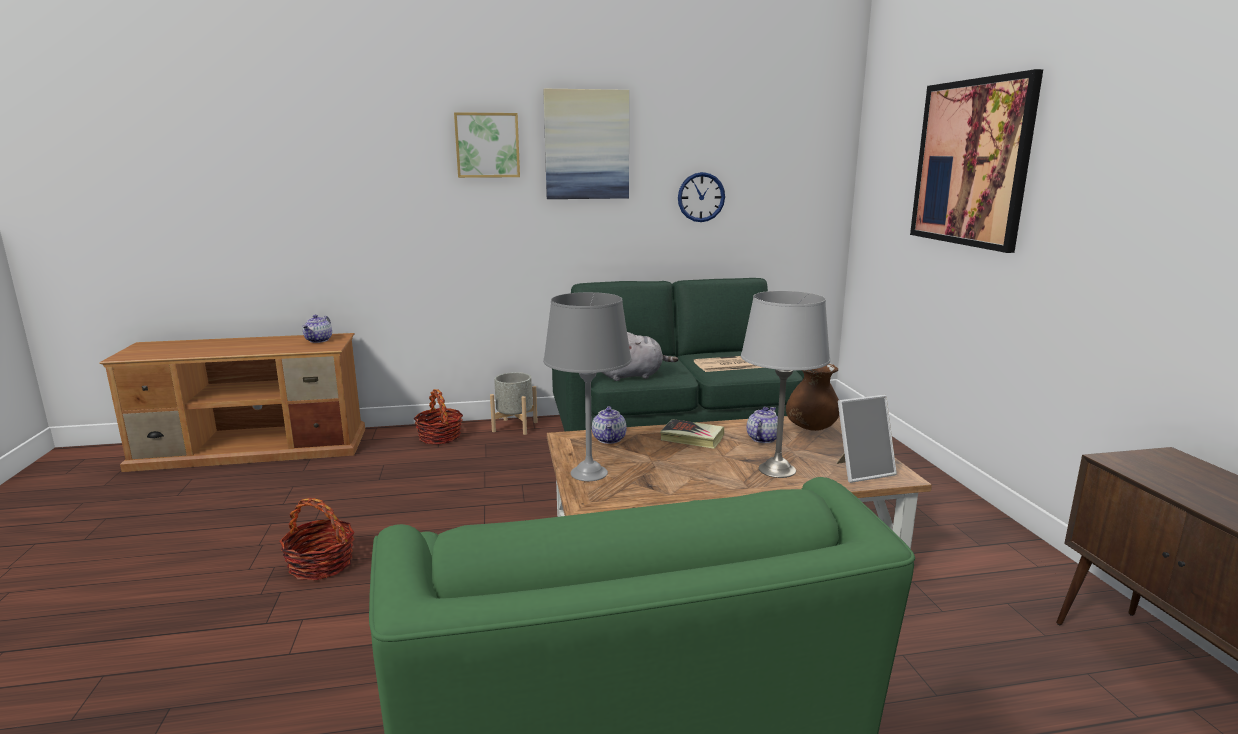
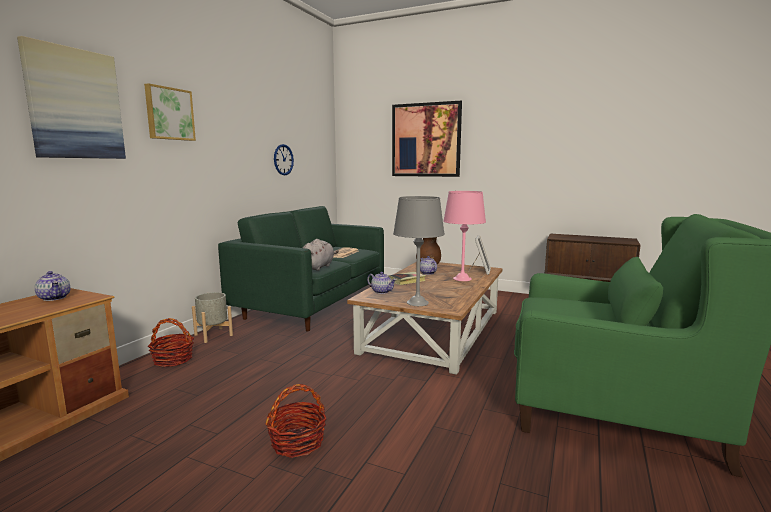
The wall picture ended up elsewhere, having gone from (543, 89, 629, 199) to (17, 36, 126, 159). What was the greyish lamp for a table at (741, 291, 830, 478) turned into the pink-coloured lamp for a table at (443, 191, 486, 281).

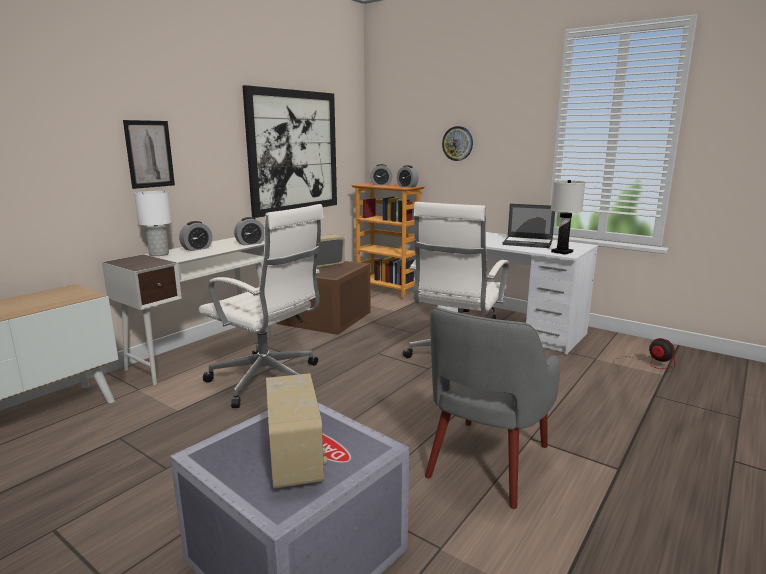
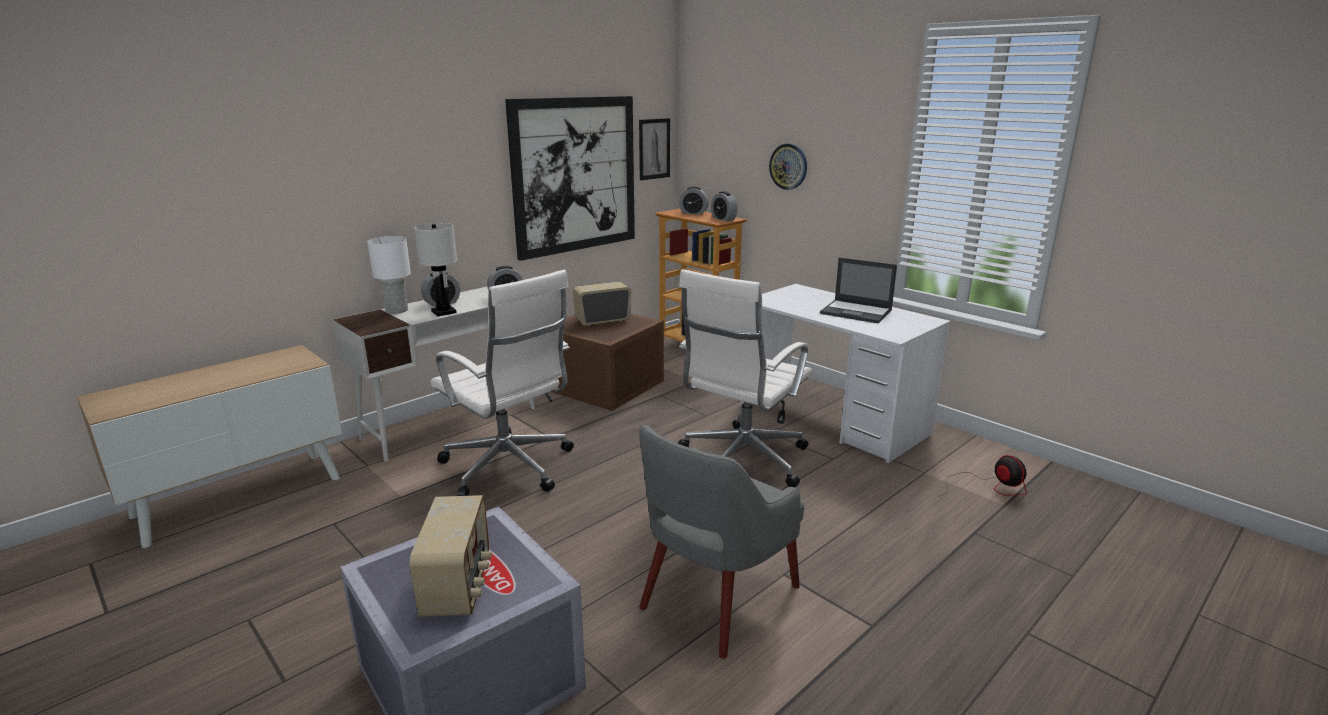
The wall picture ended up elsewhere, having gone from (123, 120, 175, 189) to (639, 118, 670, 180). The white-coloured lamp for a table ended up elsewhere, having gone from (551, 180, 585, 255) to (414, 223, 457, 316).

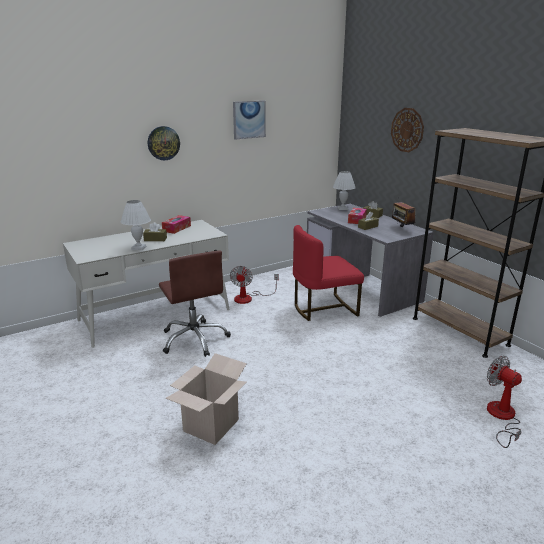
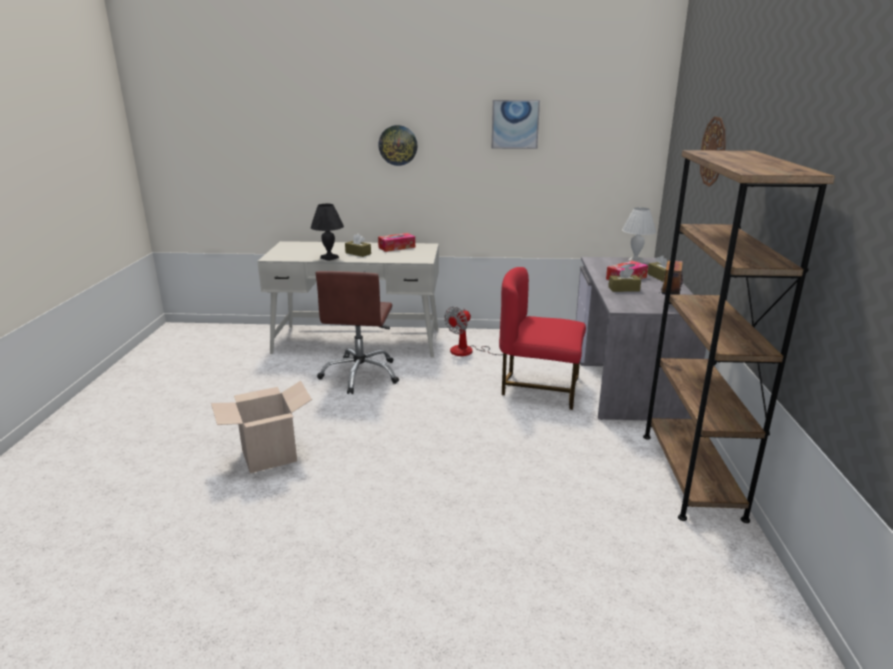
What was the white-coloured lamp for a table at (121, 200, 151, 250) turned into the black-coloured lamp for a table at (311, 204, 344, 261). The second view lost the electric fan at (487, 356, 522, 448).

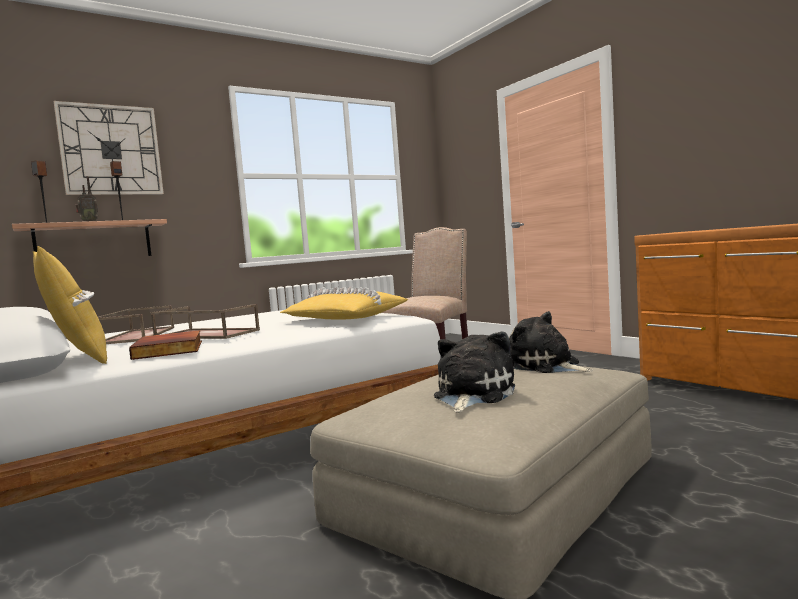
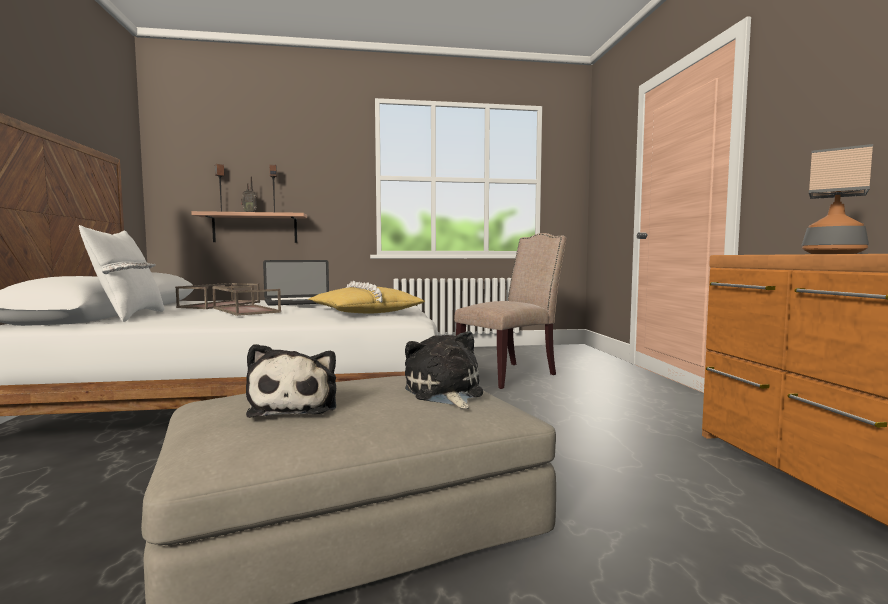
What was the yellowish throw pillow at (33, 246, 107, 364) turned into the white-coloured throw pillow at (79, 225, 164, 322). The second view lost the wall clock at (54, 101, 164, 195). The second view lost the bound book at (129, 330, 202, 360). The plush toy at (434, 332, 515, 412) ended up facing another way, 120 degrees clockwise from before. The second view gained the notebook computer at (263, 260, 329, 306). The second view gained the lamp for a table at (801, 144, 873, 254).

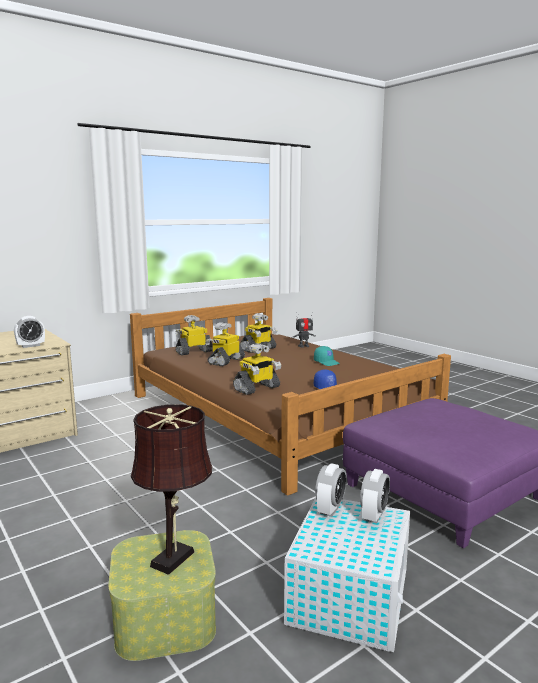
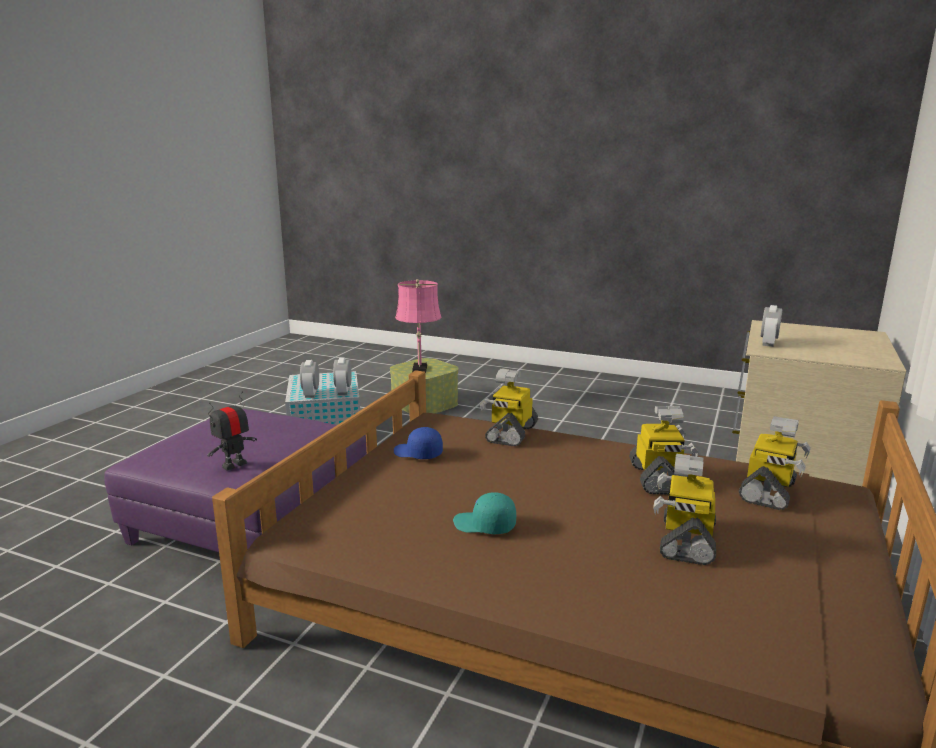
What was the brown lamp for a table at (131, 404, 212, 575) turned into the pink-coloured lamp for a table at (395, 279, 442, 373). The toy robot ended up elsewhere, having gone from (292, 312, 316, 348) to (208, 392, 257, 471).

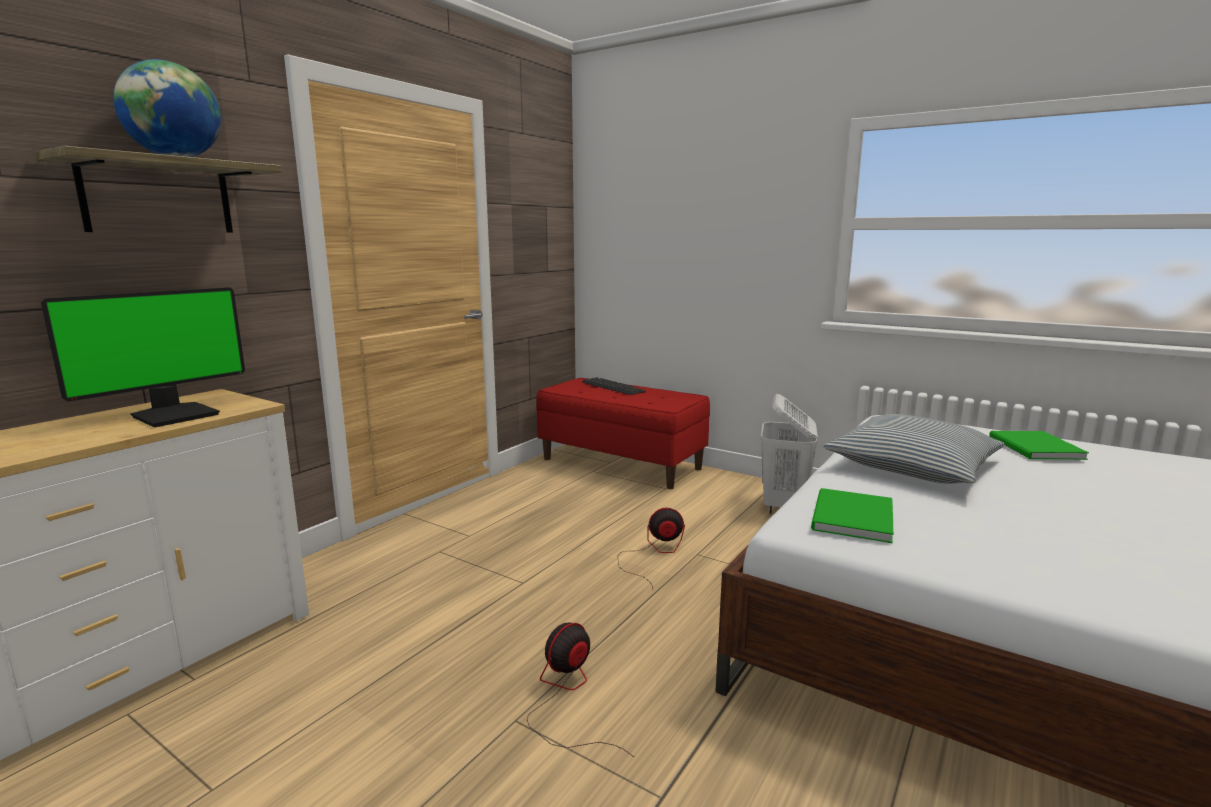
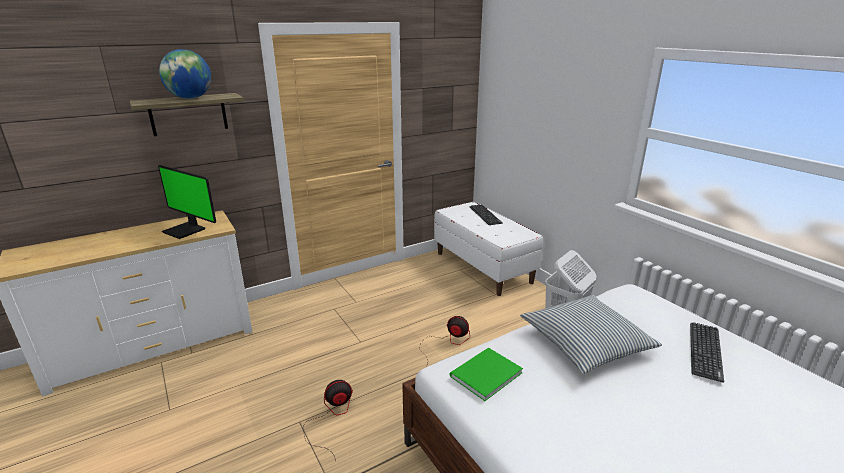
The computer display at (41, 287, 245, 428) ended up facing another way, 60 degrees clockwise from before. What was the red bench at (536, 378, 710, 489) turned into the white-coloured bench at (434, 202, 543, 296). Where the green-coloured bound book stood at (989, 431, 1089, 460), the PC keyboard came to stand at (690, 322, 724, 383).

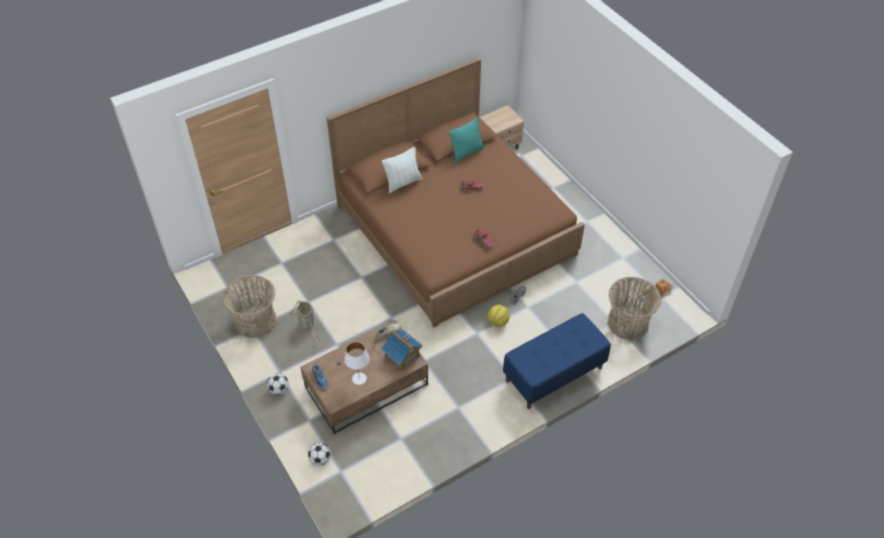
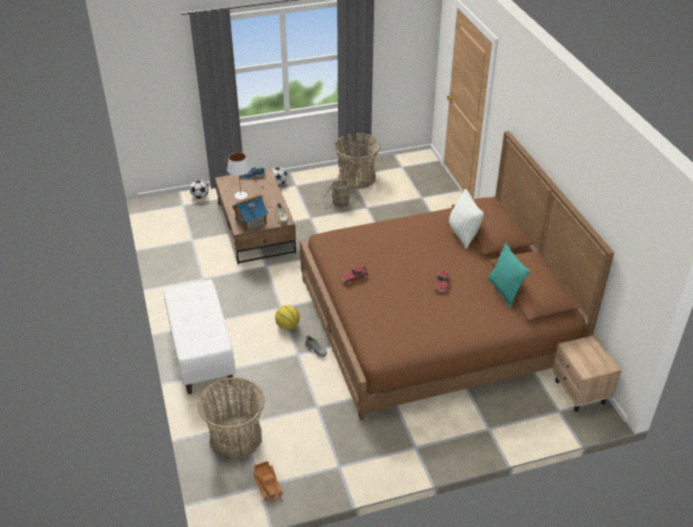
What was the blue bench at (503, 313, 611, 409) turned into the white-coloured bench at (164, 279, 236, 394).

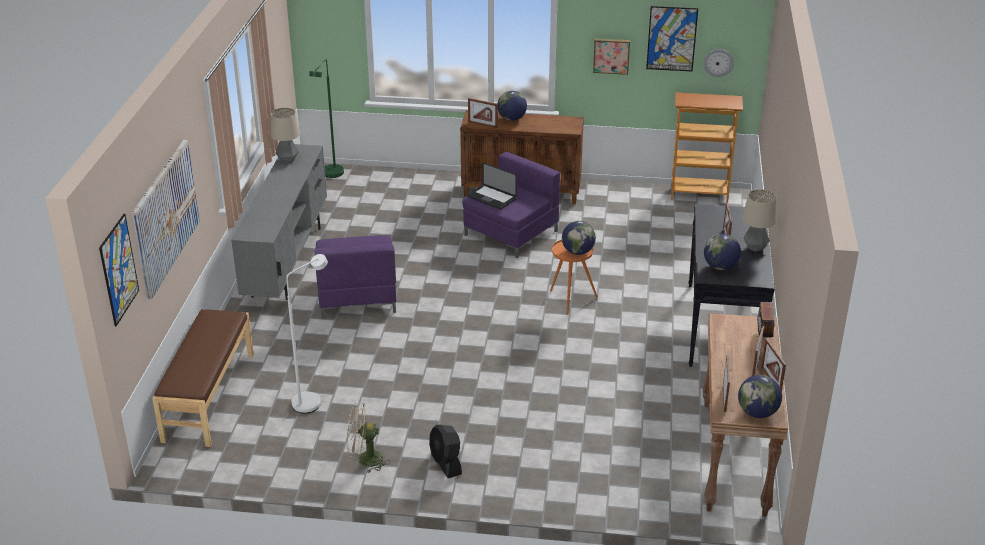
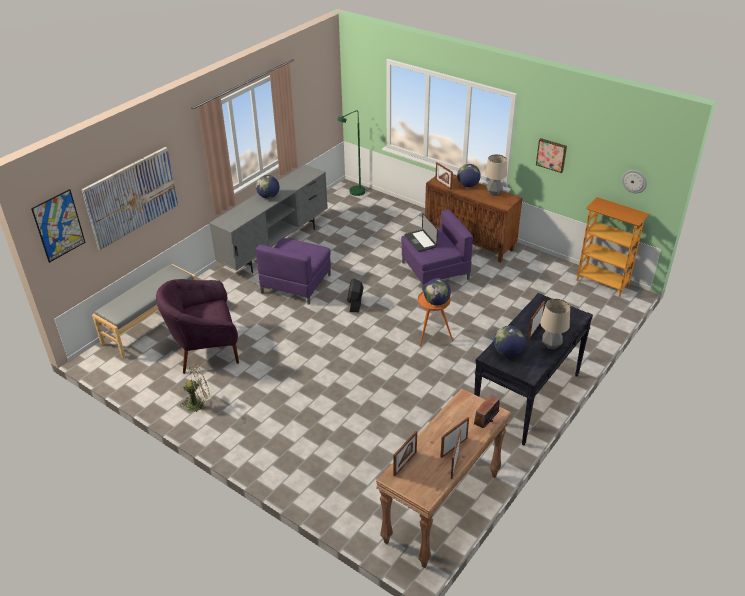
What was the brown bench at (152, 309, 254, 447) turned into the greyish bench at (92, 264, 196, 358). The lamp for a table ended up elsewhere, having gone from (270, 108, 300, 163) to (485, 154, 507, 196). Where the white-coloured floor lamp stood at (286, 254, 328, 413), the purplish easy chair came to stand at (156, 279, 239, 374). The beige electric fan at (347, 403, 390, 473) ended up facing another way, 135 degrees clockwise from before. The black-coloured electric fan ended up elsewhere, having gone from (429, 425, 462, 478) to (347, 279, 364, 312). The second view lost the wall picture at (646, 6, 698, 72). The desk globe ended up elsewhere, having gone from (738, 375, 782, 418) to (256, 175, 280, 199).

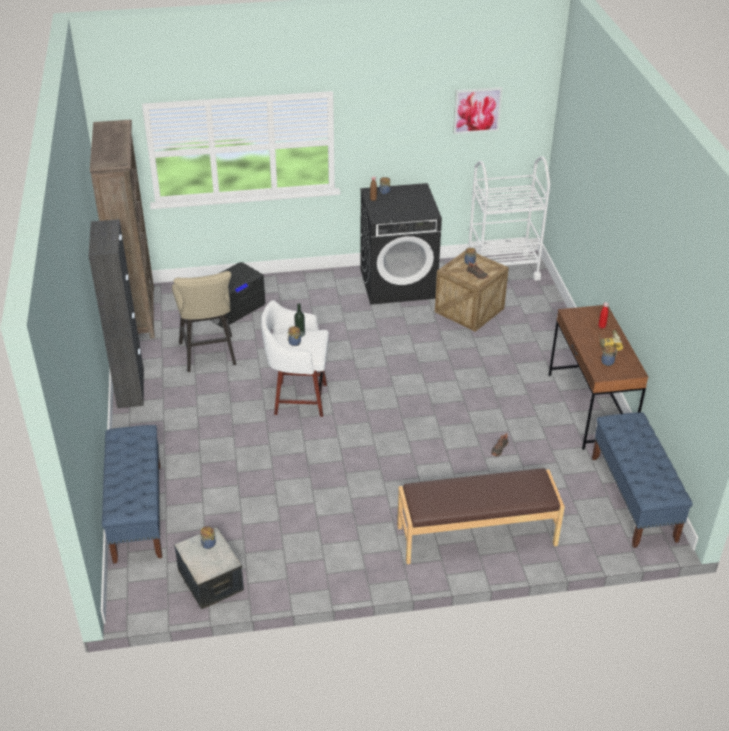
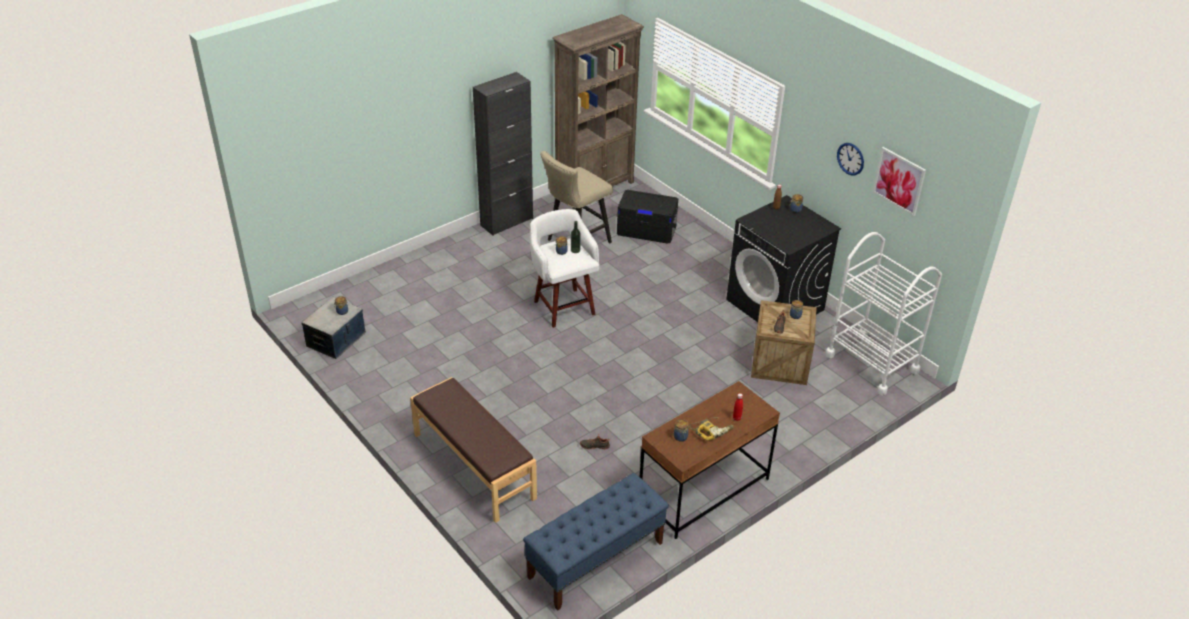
The second view lost the blue bench at (102, 425, 162, 564). The second view gained the wall clock at (837, 143, 864, 175).

